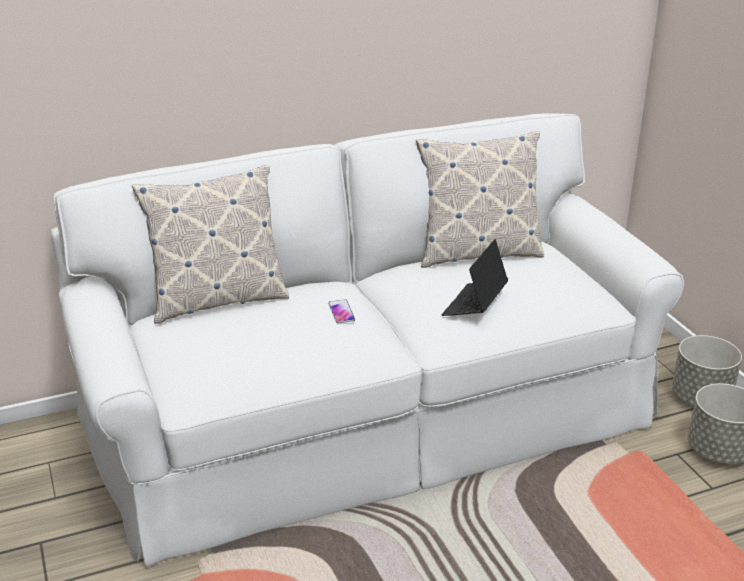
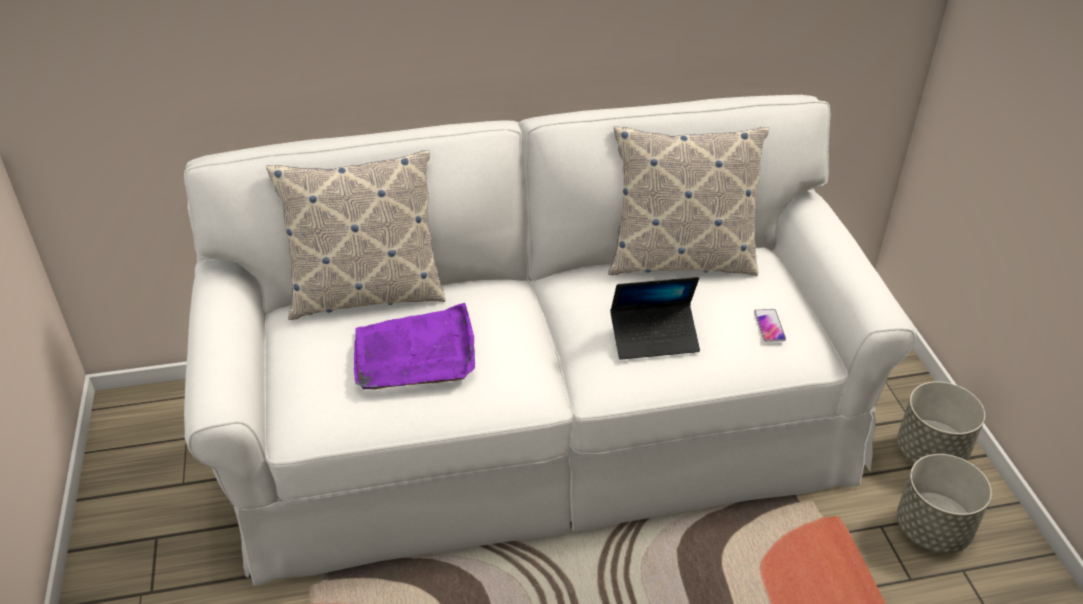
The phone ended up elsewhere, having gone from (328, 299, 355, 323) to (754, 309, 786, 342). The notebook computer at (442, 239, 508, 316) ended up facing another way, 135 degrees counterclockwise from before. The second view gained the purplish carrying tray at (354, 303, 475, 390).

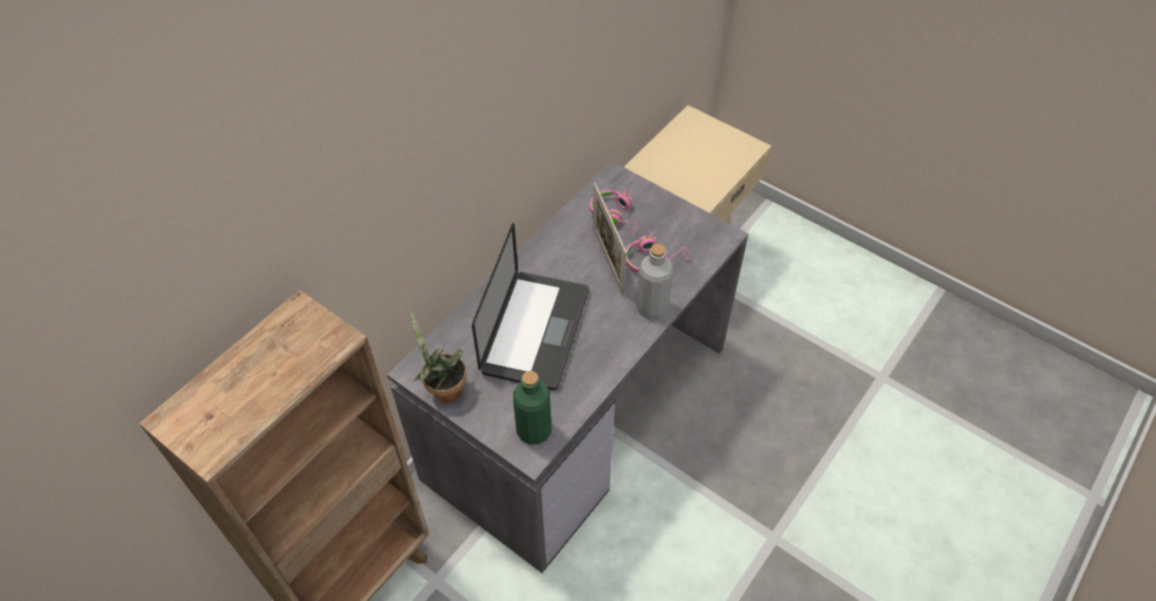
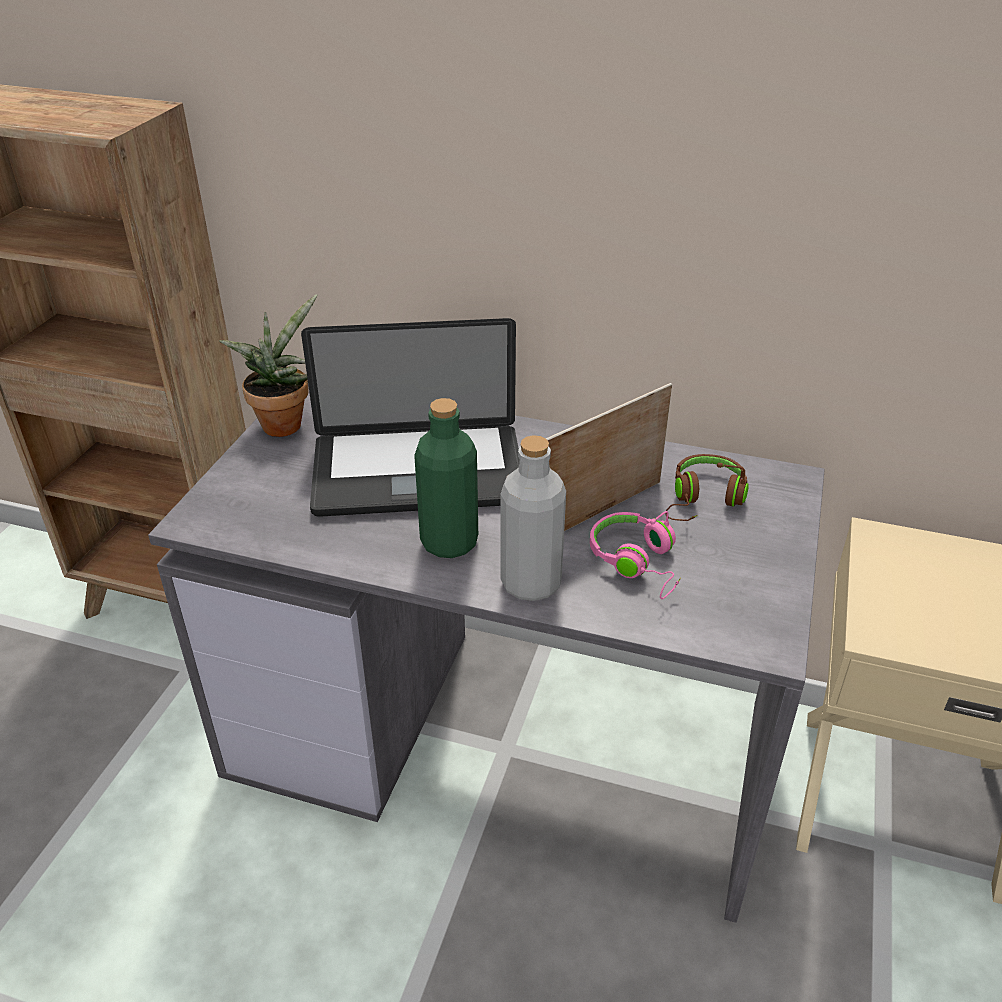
The green-coloured drink bottle ended up elsewhere, having gone from (513, 371, 552, 445) to (414, 398, 478, 558). What was the pink-coloured headset at (590, 189, 639, 235) turned into the brown headset at (665, 454, 749, 521).

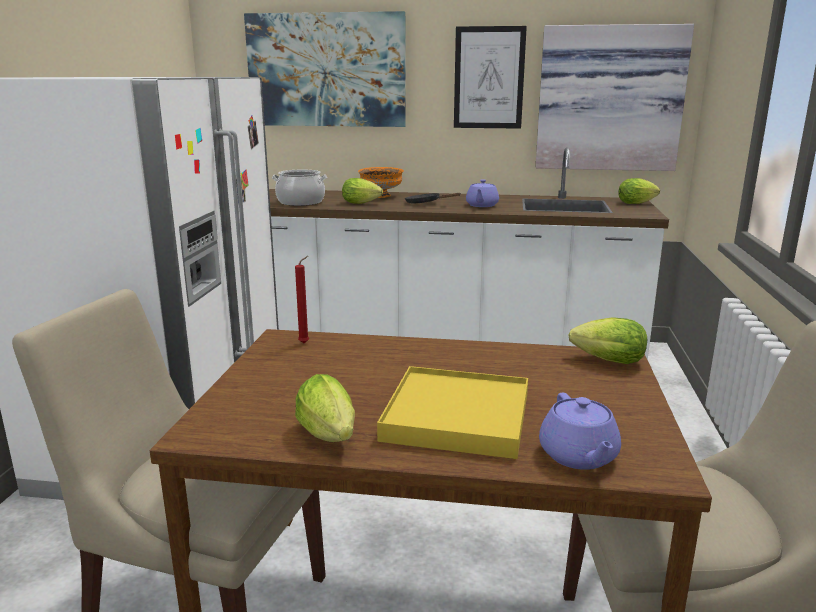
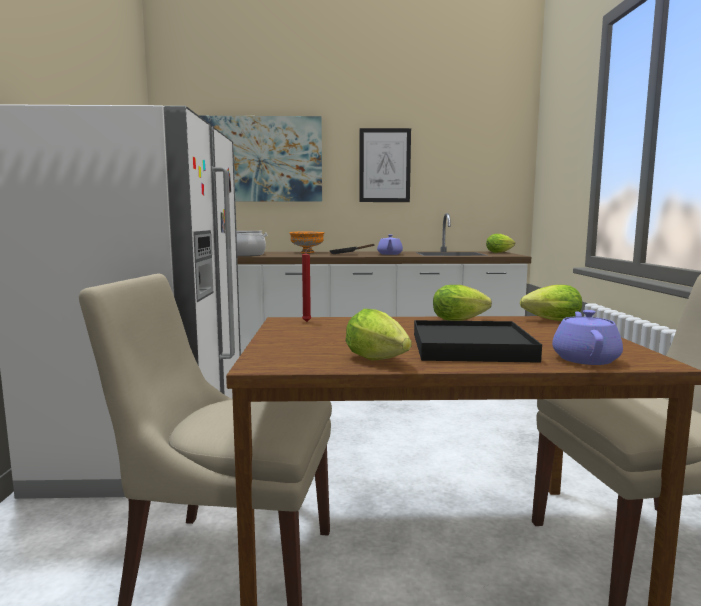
The lettuce ended up elsewhere, having gone from (342, 178, 383, 204) to (433, 285, 492, 321). What was the yellowish carrying tray at (377, 366, 528, 459) turned into the black-coloured carrying tray at (414, 320, 542, 363). The second view lost the wall picture at (536, 24, 694, 171). The purplish teapot at (539, 393, 621, 470) ended up facing another way, 150 degrees counterclockwise from before.

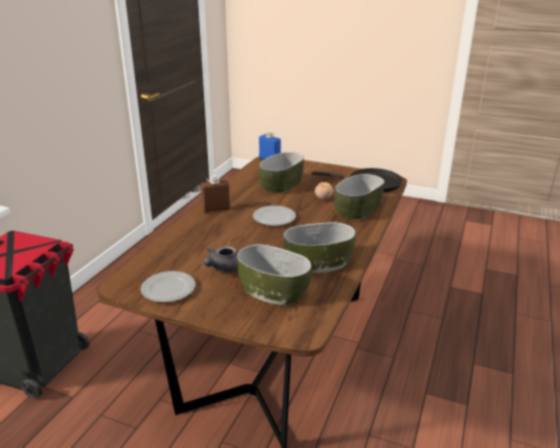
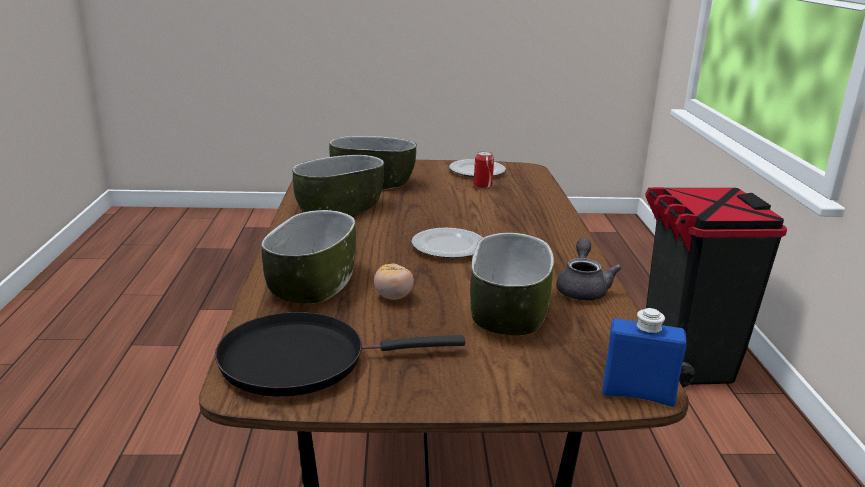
The second view lost the brown drink bottle at (201, 175, 230, 213). The greyish teapot ended up elsewhere, having gone from (203, 246, 237, 273) to (556, 238, 622, 301). The second view gained the sealed can at (474, 151, 494, 189).

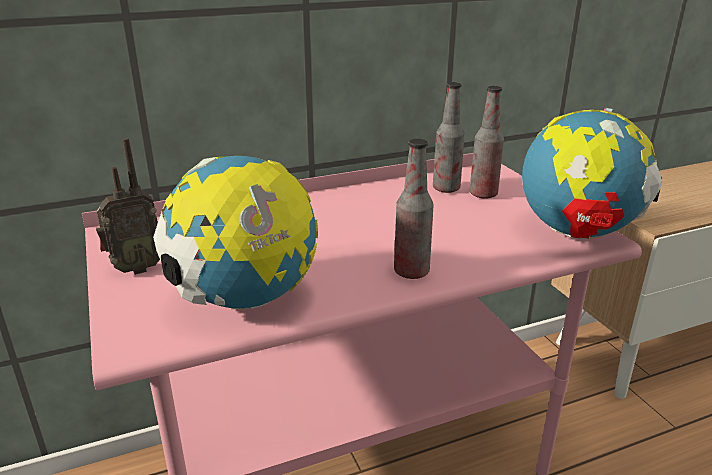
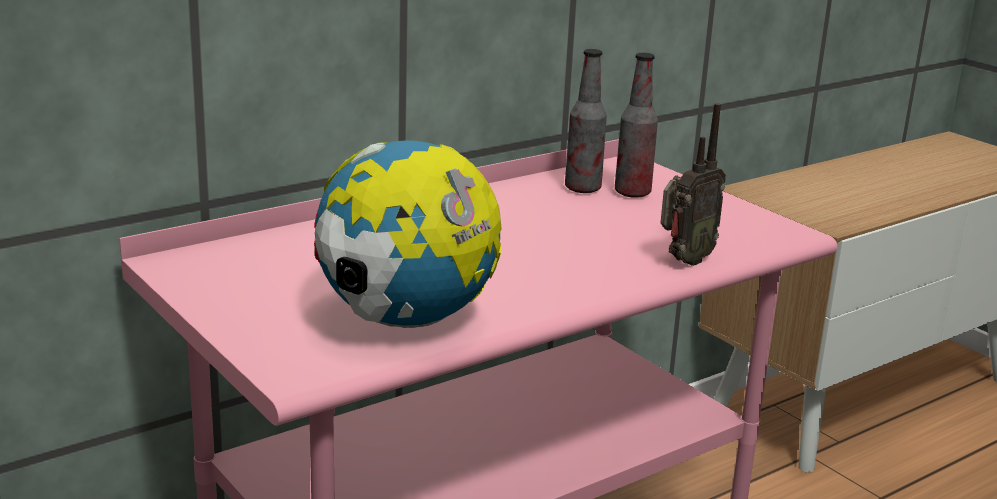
The radio set ended up elsewhere, having gone from (96, 138, 160, 275) to (660, 103, 726, 266). The second view lost the drink bottle at (394, 139, 434, 279). The second view lost the desk globe at (522, 108, 662, 239).

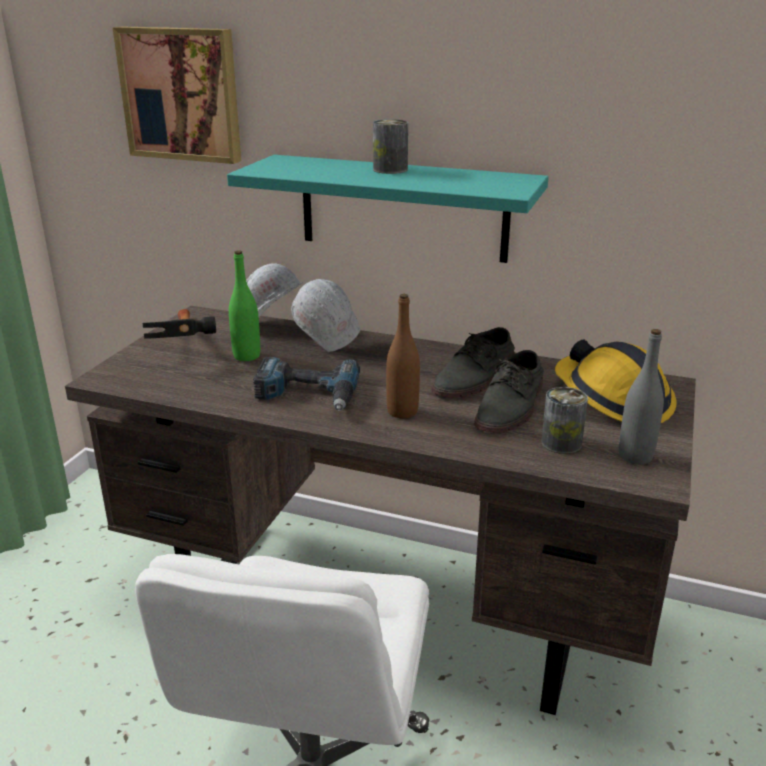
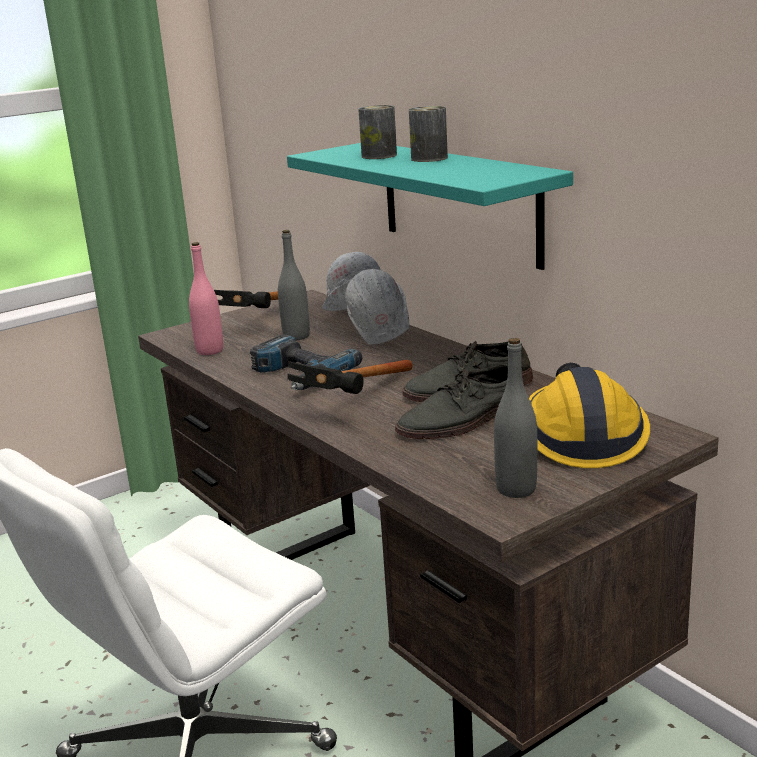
The second view lost the wall picture at (112, 26, 241, 164). What was the green-coloured drink bottle at (229, 250, 260, 361) turned into the greyish drink bottle at (278, 230, 310, 340). Where the brown drink bottle stood at (386, 294, 420, 418), the hammer came to stand at (288, 360, 413, 394). The sealed can ended up elsewhere, having gone from (541, 387, 588, 454) to (358, 105, 397, 159). The second view gained the pink-coloured drink bottle at (189, 242, 223, 355).

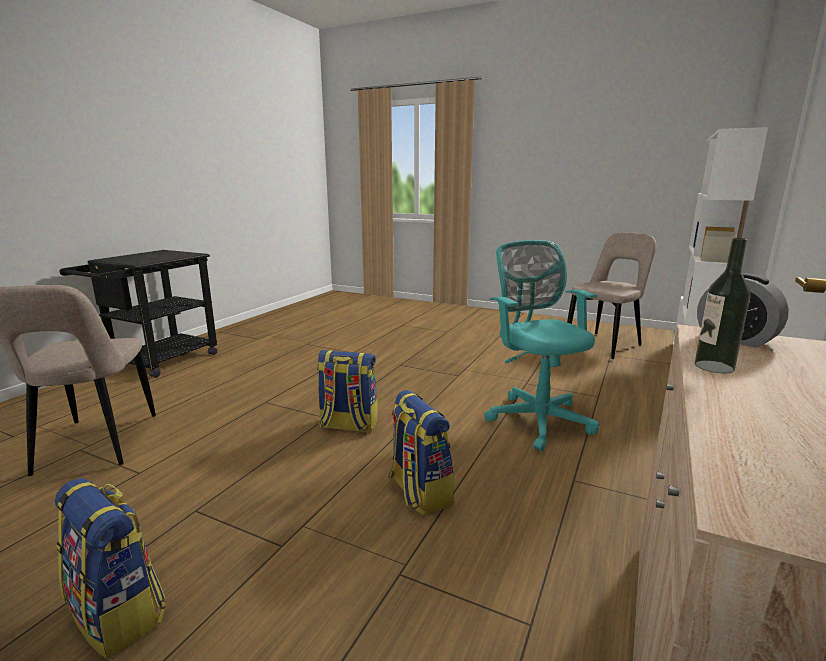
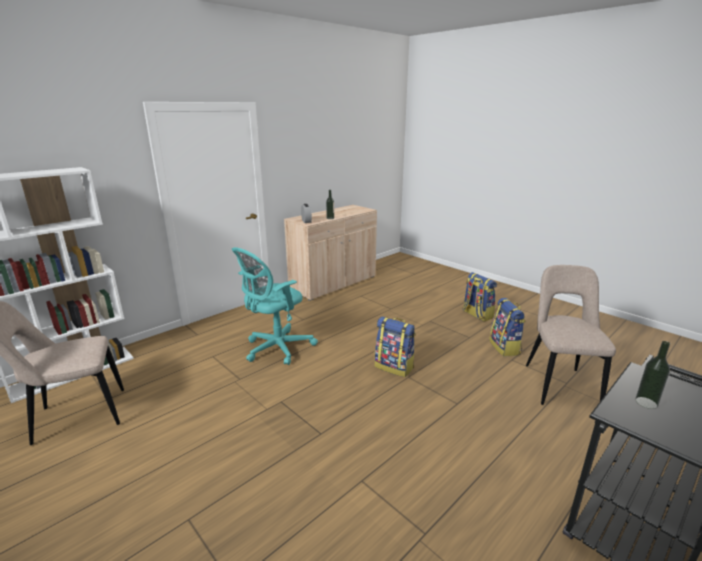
The knapsack ended up elsewhere, having gone from (388, 390, 454, 516) to (489, 298, 525, 356). The turquoise-coloured desk chair at (484, 240, 600, 452) ended up facing another way, 45 degrees clockwise from before. The second view gained the drink bottle at (635, 341, 670, 409).

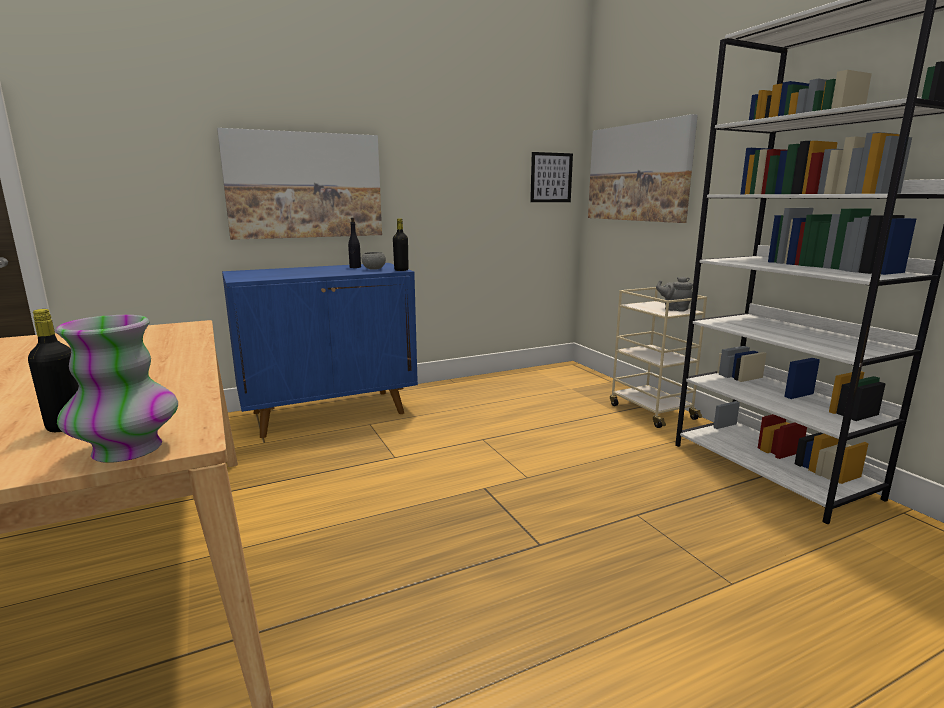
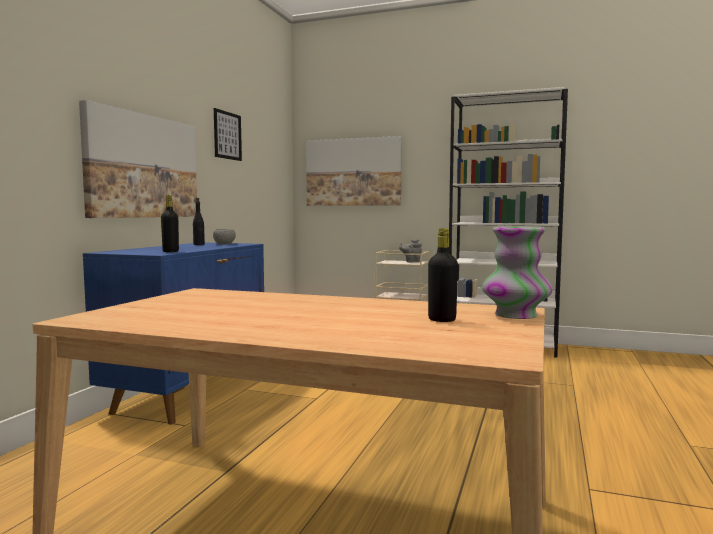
The black-coloured drink bottle ended up elsewhere, having gone from (393, 218, 408, 271) to (161, 195, 179, 252). The wall picture ended up elsewhere, having gone from (530, 152, 573, 202) to (214, 108, 242, 161).

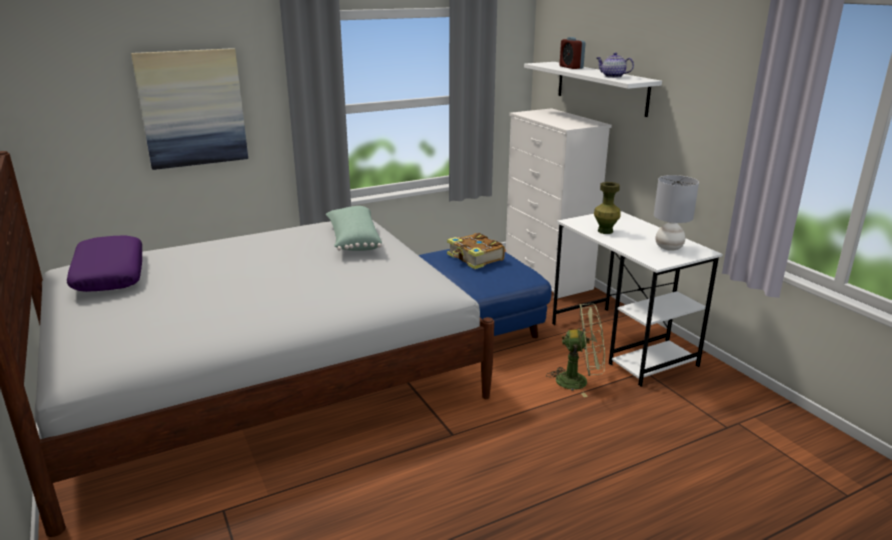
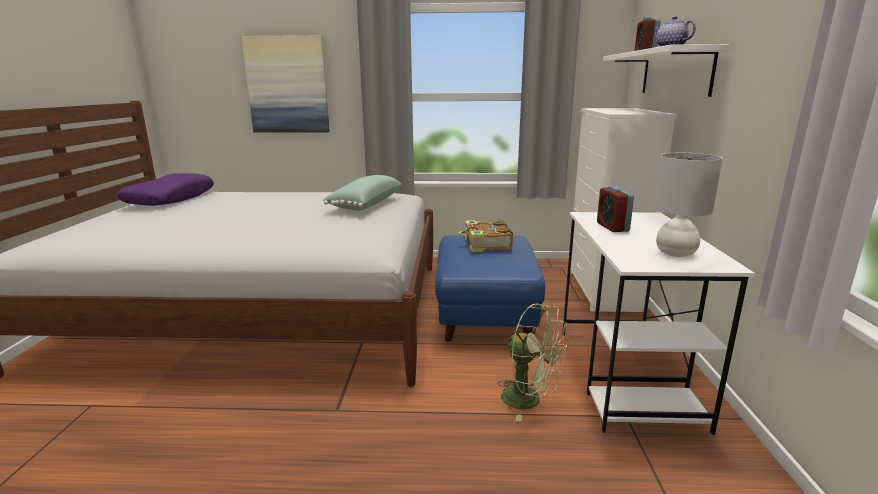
Where the green-coloured flower vase stood at (594, 182, 621, 234), the alarm clock came to stand at (597, 186, 634, 232).

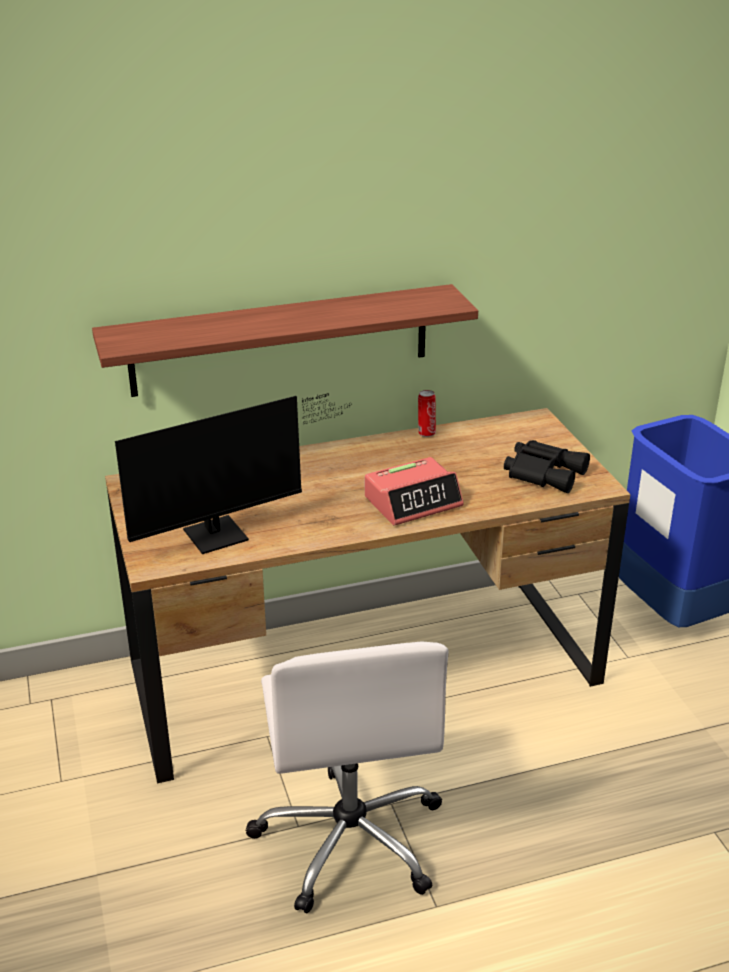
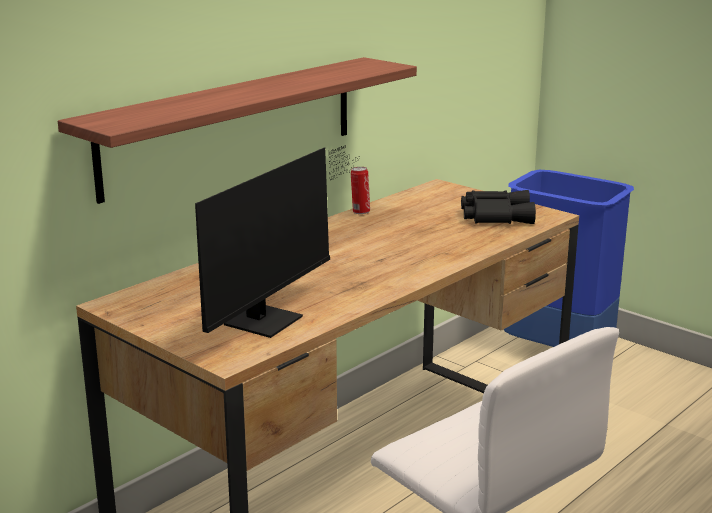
The second view lost the alarm clock at (365, 457, 464, 526).

